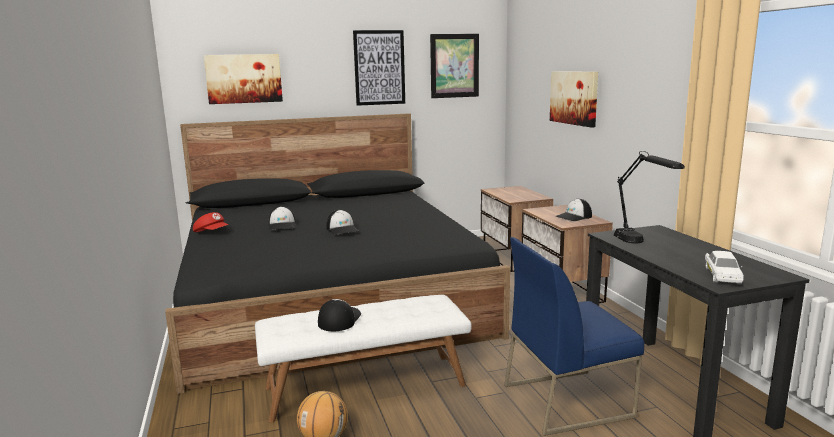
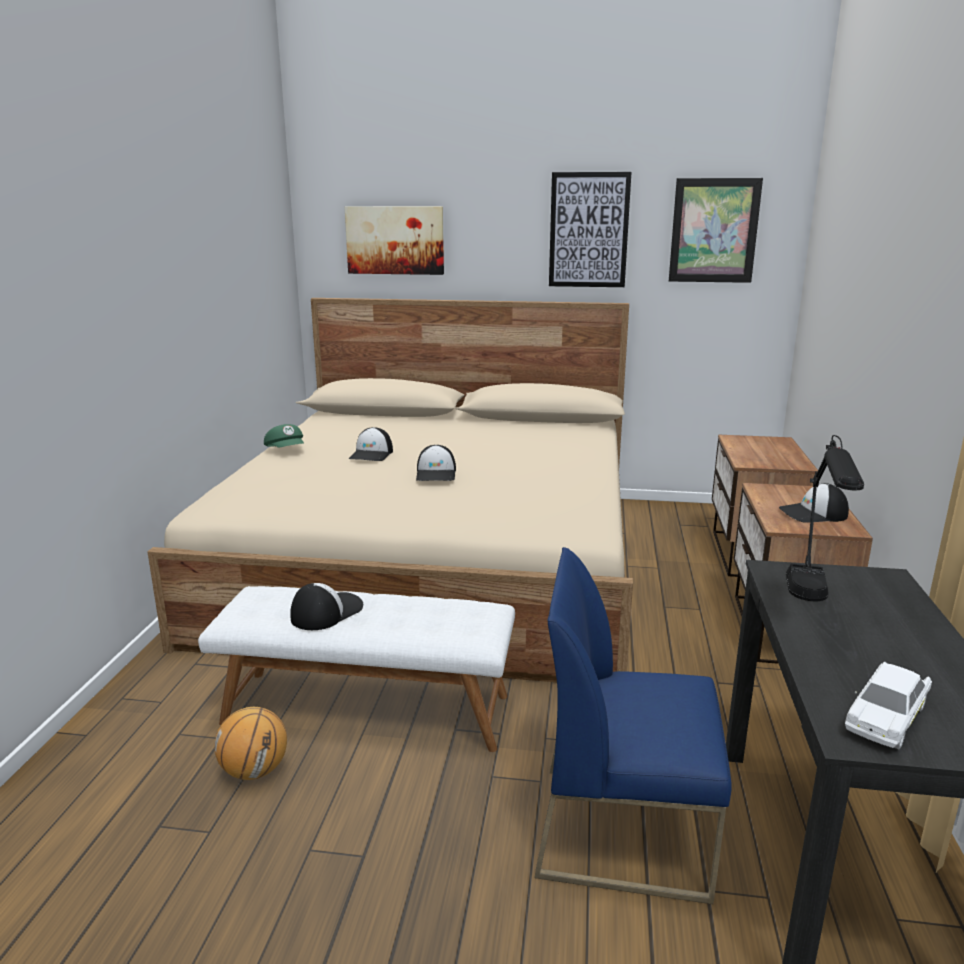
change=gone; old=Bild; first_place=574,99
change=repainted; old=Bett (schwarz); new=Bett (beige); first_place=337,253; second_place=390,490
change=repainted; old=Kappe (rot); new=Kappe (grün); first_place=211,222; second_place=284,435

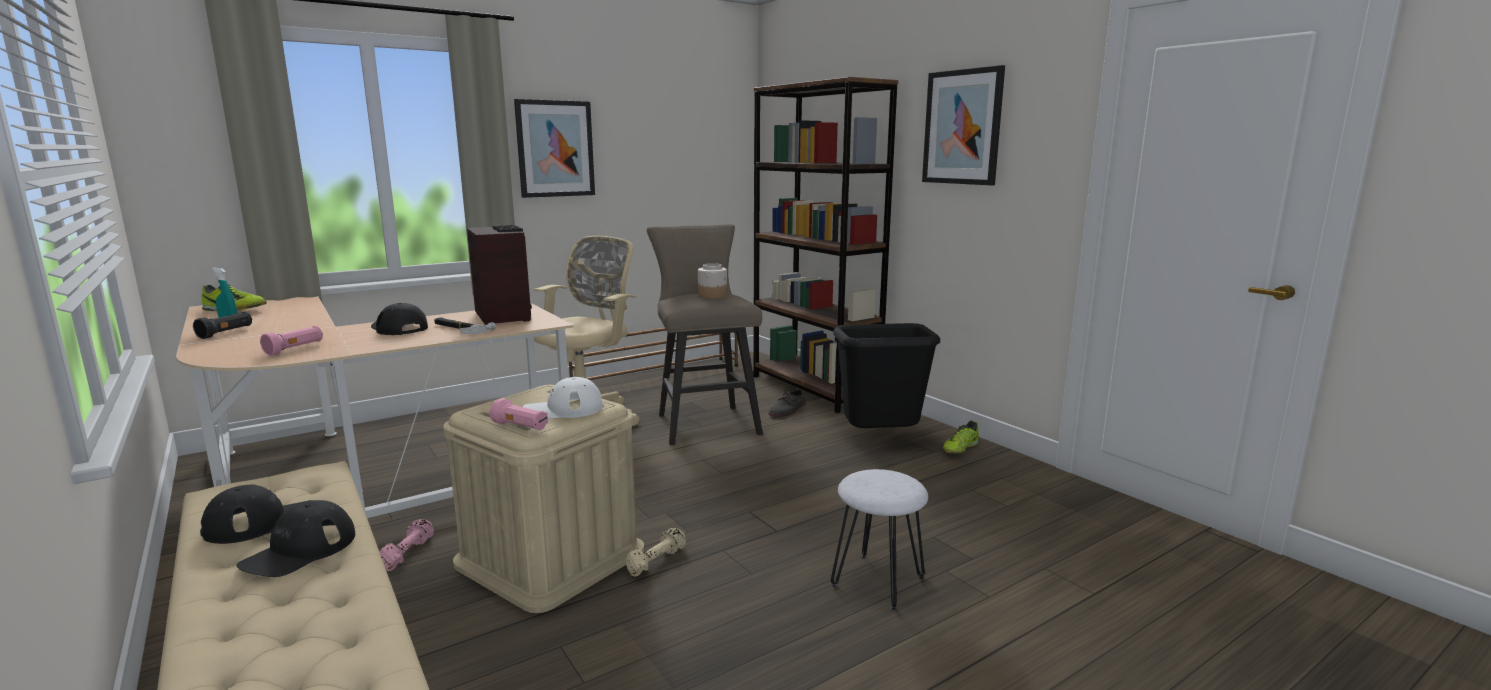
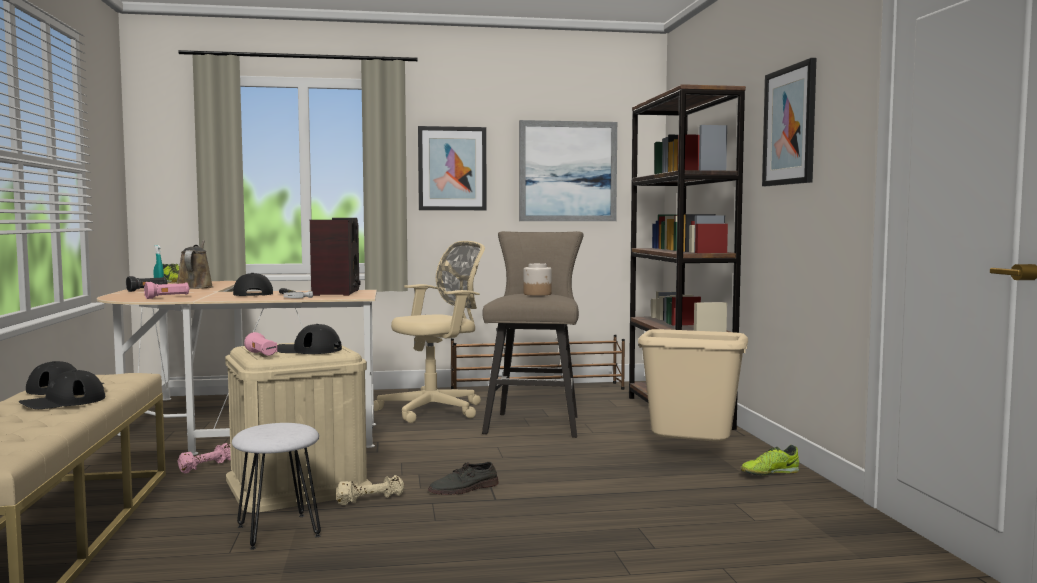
change=new; new=Gießkanne (braun); second_place=194,264
change=new; new=Bild; second_place=568,170
change=shifted; old=Schuh (grau); first_place=787,403; second_place=463,478
change=shifted; old=Hocker (weiß); first_place=879,540; second_place=276,486
change=repainted; old=Kappe (weiß); new=Kappe (schwarz); first_place=563,398; second_place=309,339
change=repainted; old=Mülleimer (schwarz); new=Mülleimer (beige); first_place=887,375; second_place=693,385

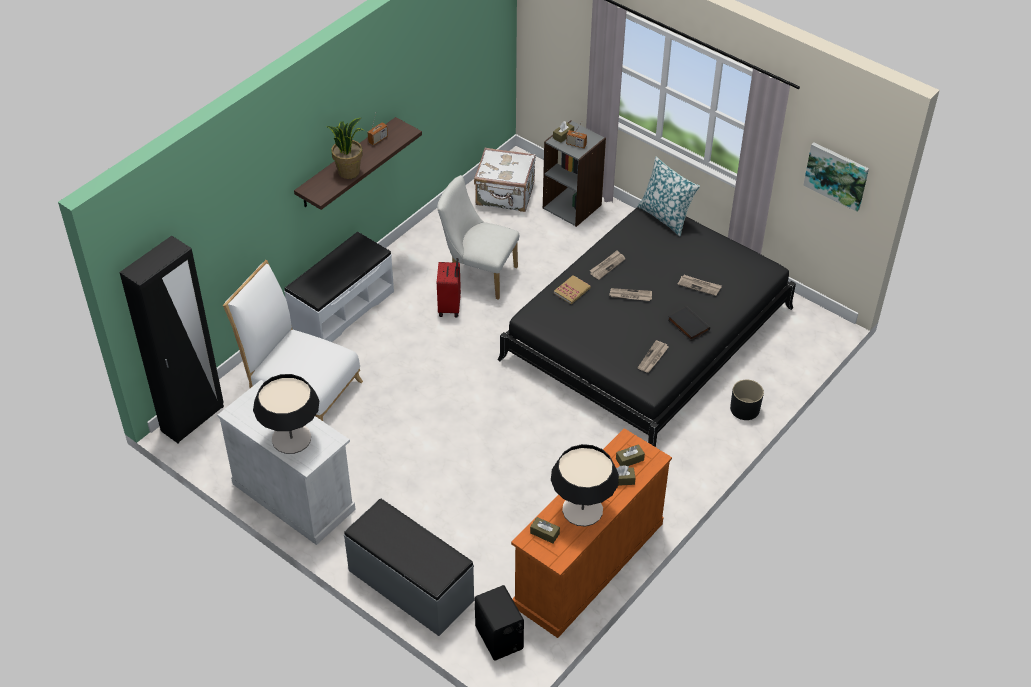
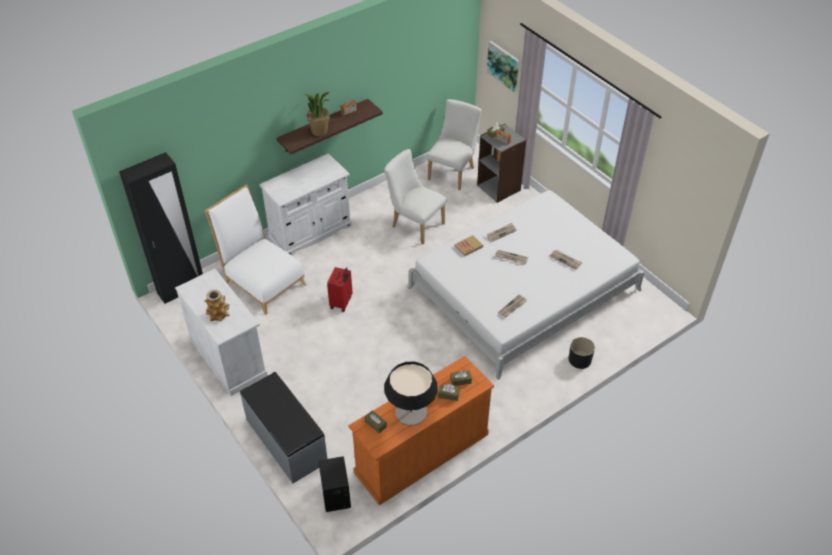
change=gone; old=Kissen; first_place=668,196
change=gone; old=Buch (schwarz); first_place=689,323
change=shifted; old=Koffer (rot); first_place=449,287; second_place=339,289
change=shifted; old=Bild; first_place=836,177; second_place=503,66
change=swapped; old=Tischlampe; new=Vase; first_place=286,414; second_place=217,305
change=swapped; old=Bank (weiß); new=Schrank (weiß); first_place=339,287; second_place=305,204
change=swapped; old=Koffer (weiß); new=Stuhl (weiß); first_place=505,180; second_place=454,144
change=repainted; old=Bett (schwarz); new=Bett (weiß); first_place=647,327; second_place=526,285

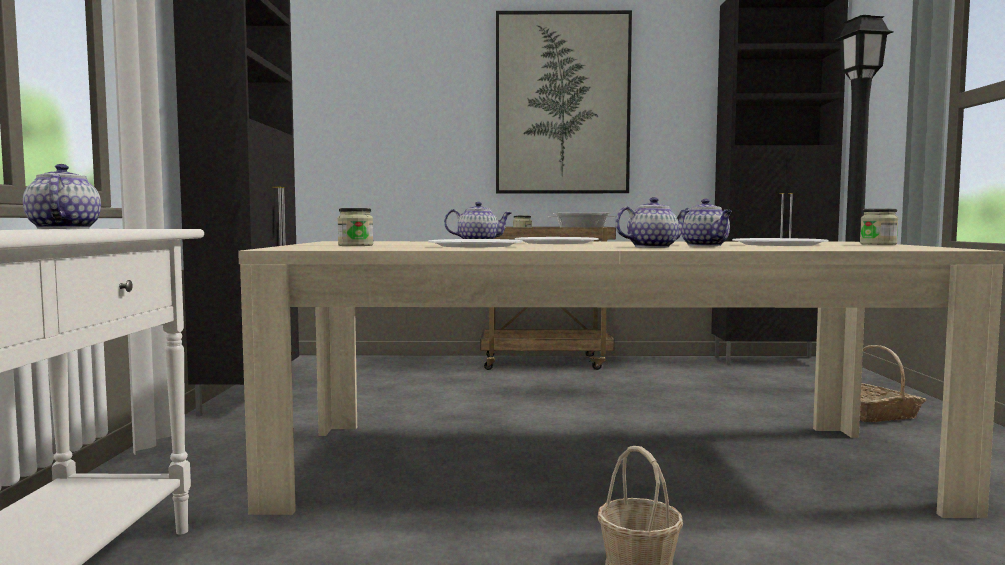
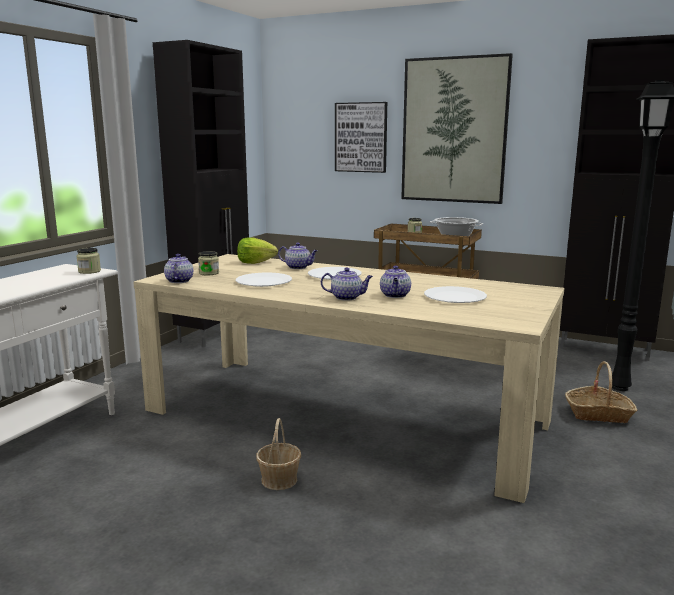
change=new; new=Salatkopf; second_place=257,250
change=new; new=Bild; second_place=361,137
change=shifted; old=Teekanne; first_place=62,196; second_place=178,268
change=shifted; old=Vorratsglas; first_place=879,227; second_place=89,261

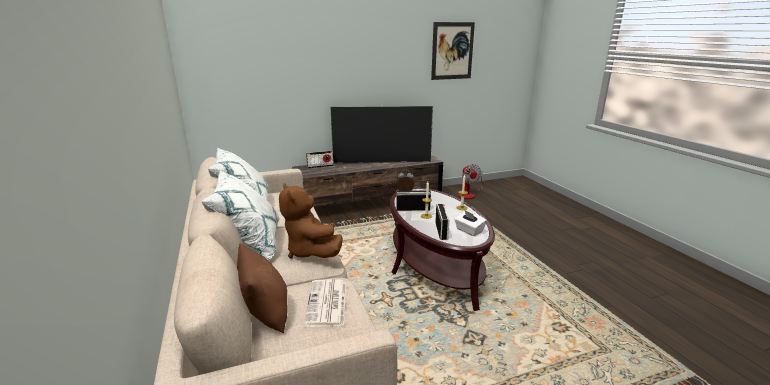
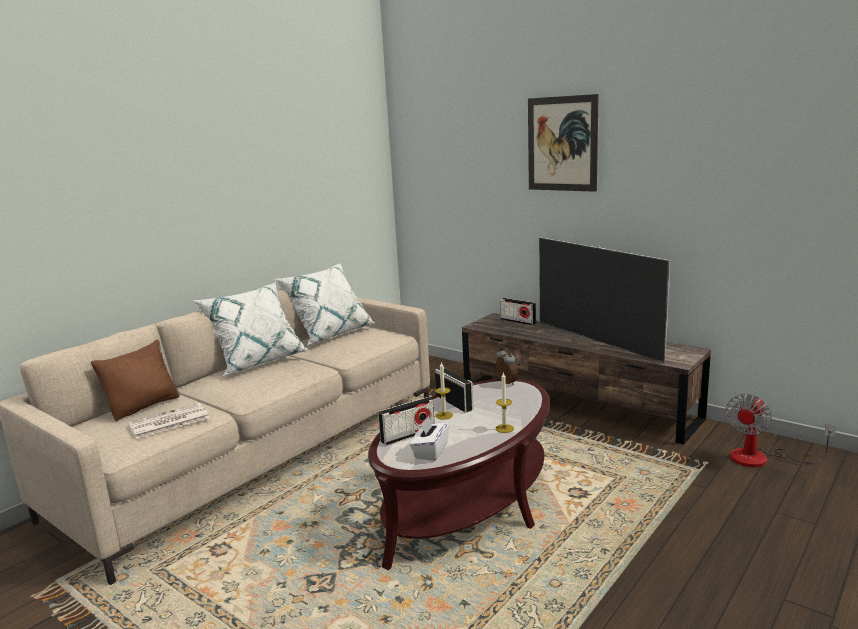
change=gone; old=Plüschtier (braun); first_place=311,221
change=shifted; old=Bild; first_place=453,51; second_place=563,143

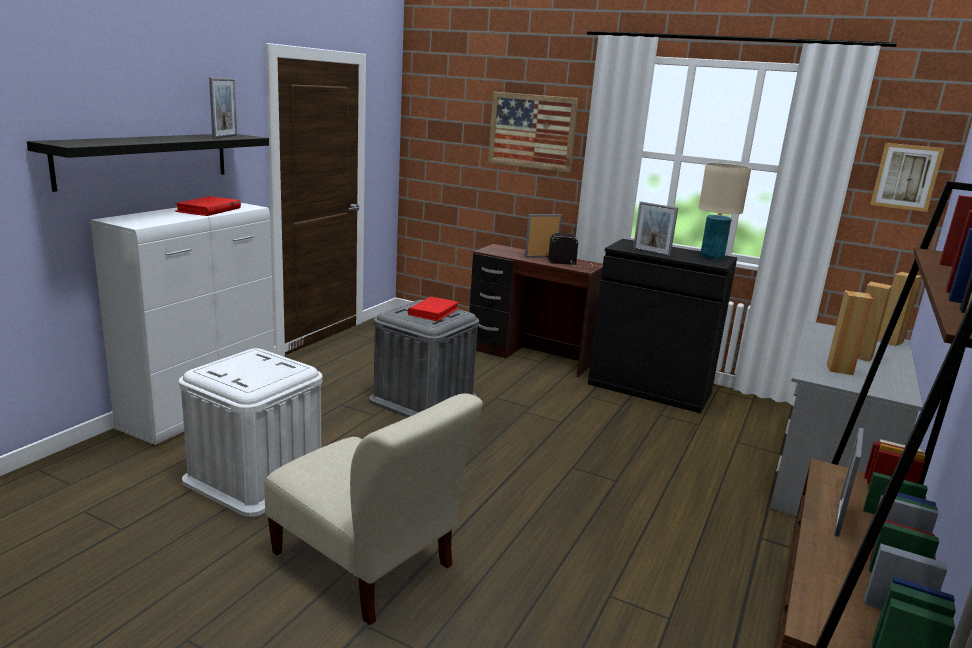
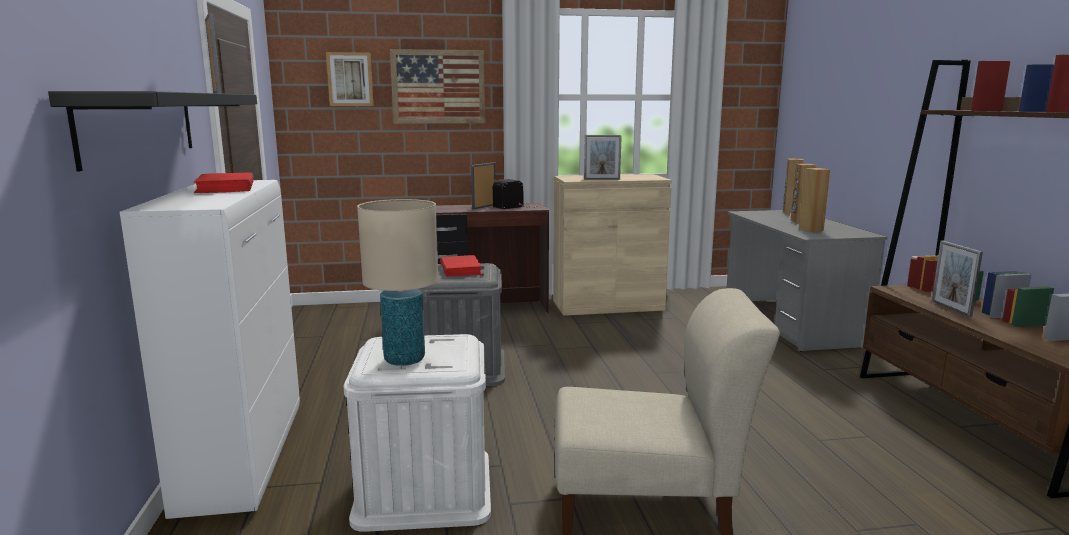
change=shifted; old=Tischlampe (beige); first_place=725,211; second_place=397,282
change=shifted; old=Bild; first_place=907,177; second_place=349,79
change=repainted; old=Schrank (schwarz); new=Schrank (beige); first_place=662,326; second_place=612,245

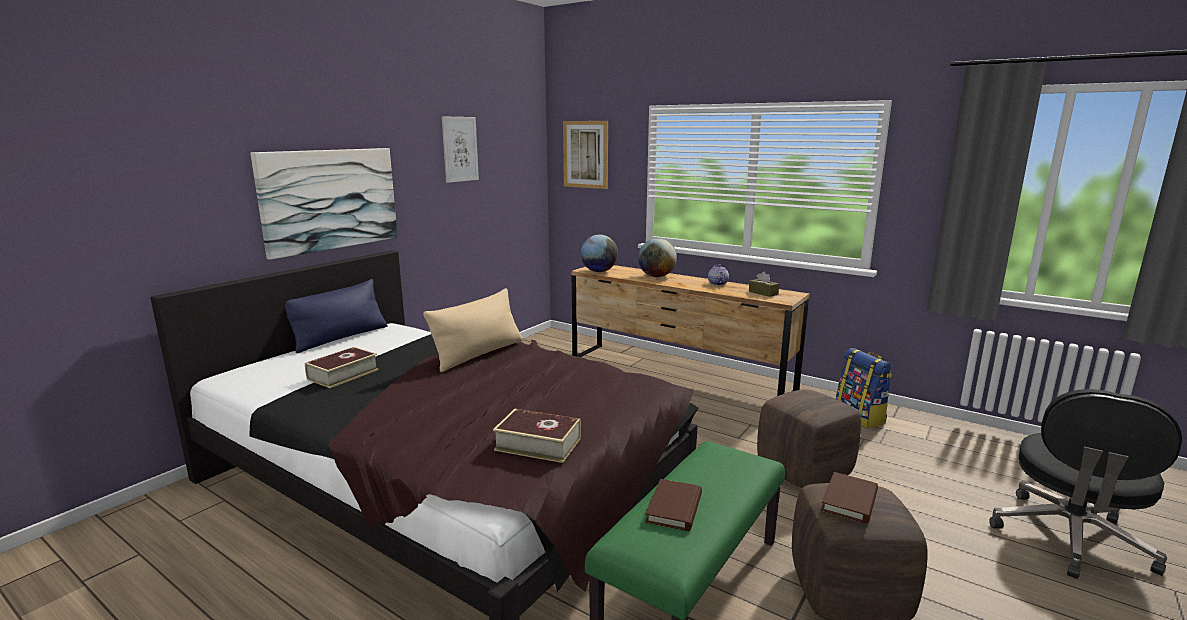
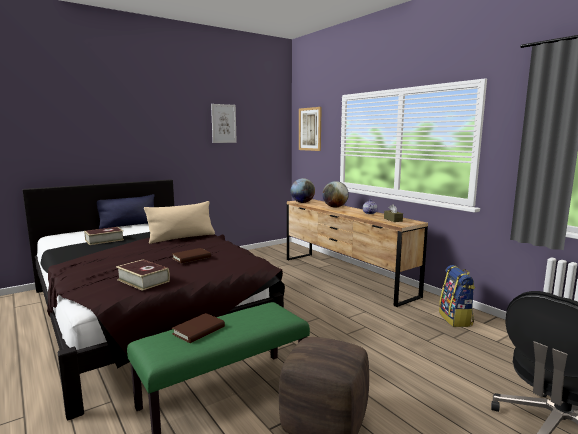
change=gone; old=Bild; first_place=324,204
change=gone; old=Polsterhocker (braun); first_place=809,439
change=shifted; old=Buch (braun); first_place=849,498; second_place=191,255

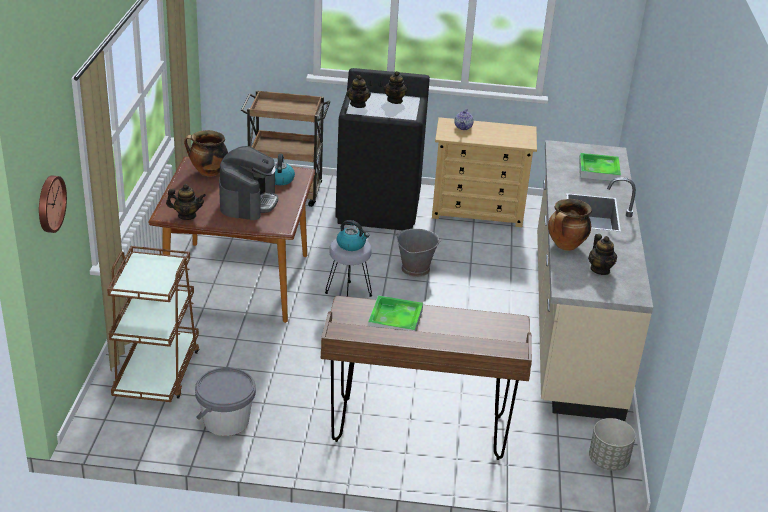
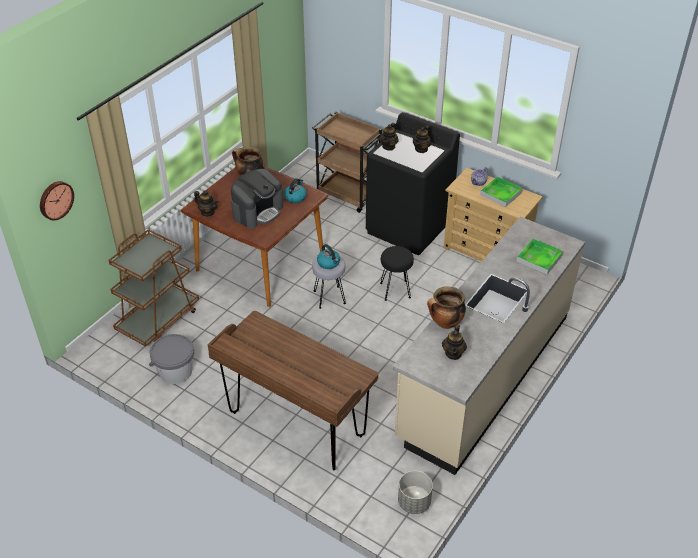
change=shifted; old=Tablett; first_place=395,313; second_place=501,191
change=swapped; old=Eimer (grau); new=Hocker (schwarz); first_place=418,253; second_place=397,273

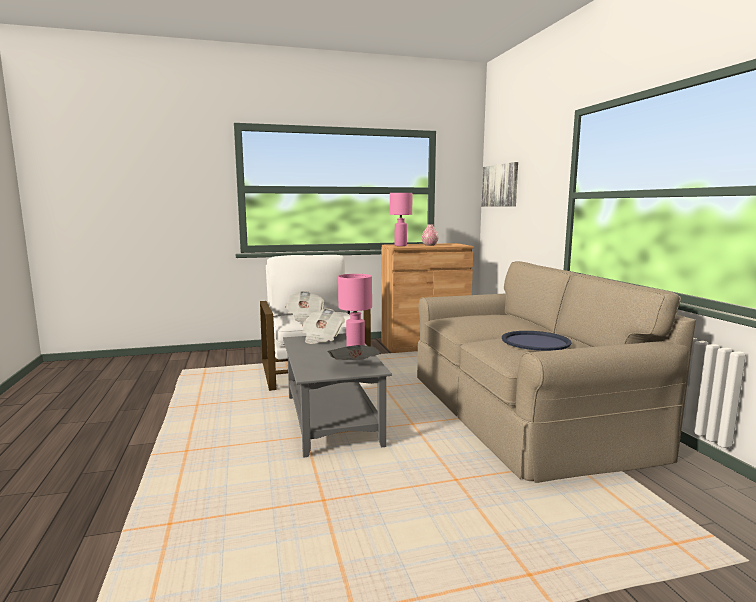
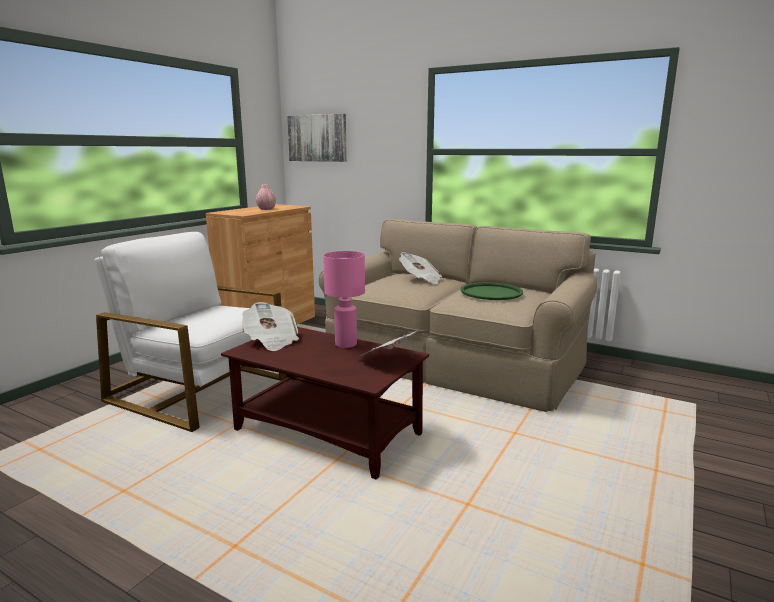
change=gone; old=Tischlampe (rosa); first_place=401,219
change=shifted; old=Zeitung; first_place=304,306; second_place=420,268
change=repainted; old=Couchtisch (grau); new=Couchtisch (braun); first_place=337,395; second_place=325,403
change=repainted; old=Tablett (blau); new=Tablett (grün); first_place=537,341; second_place=492,291

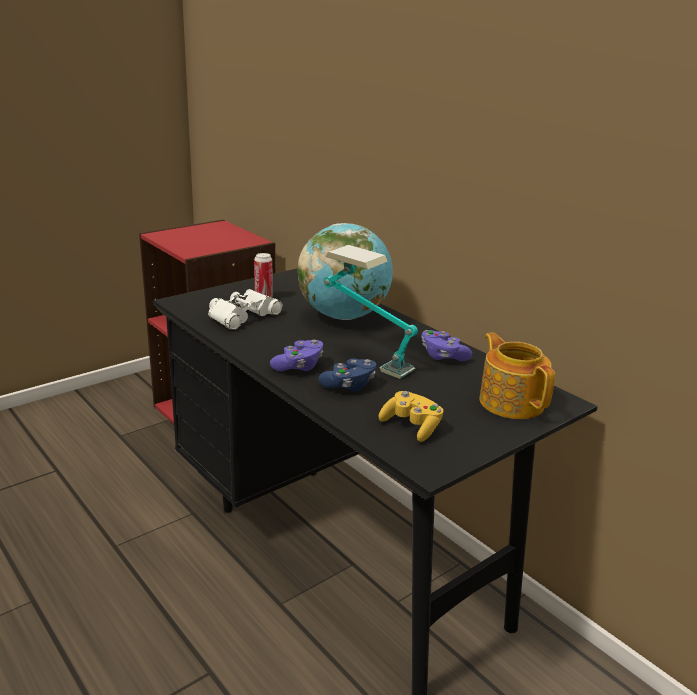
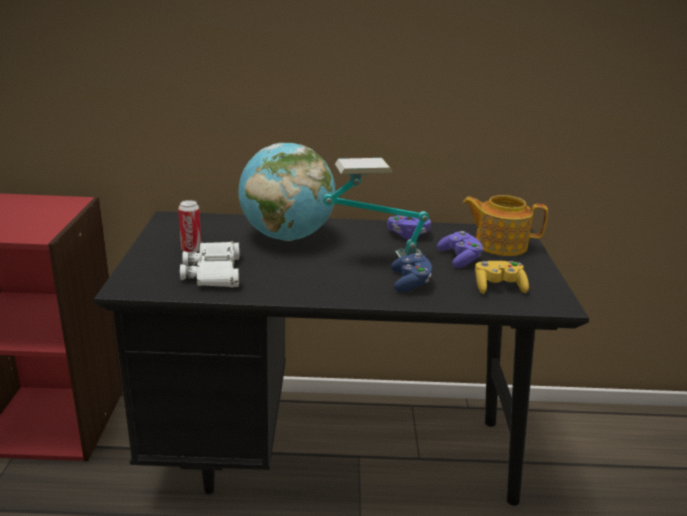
change=shifted; old=Gamepad (lila); first_place=296,355; second_place=460,249

